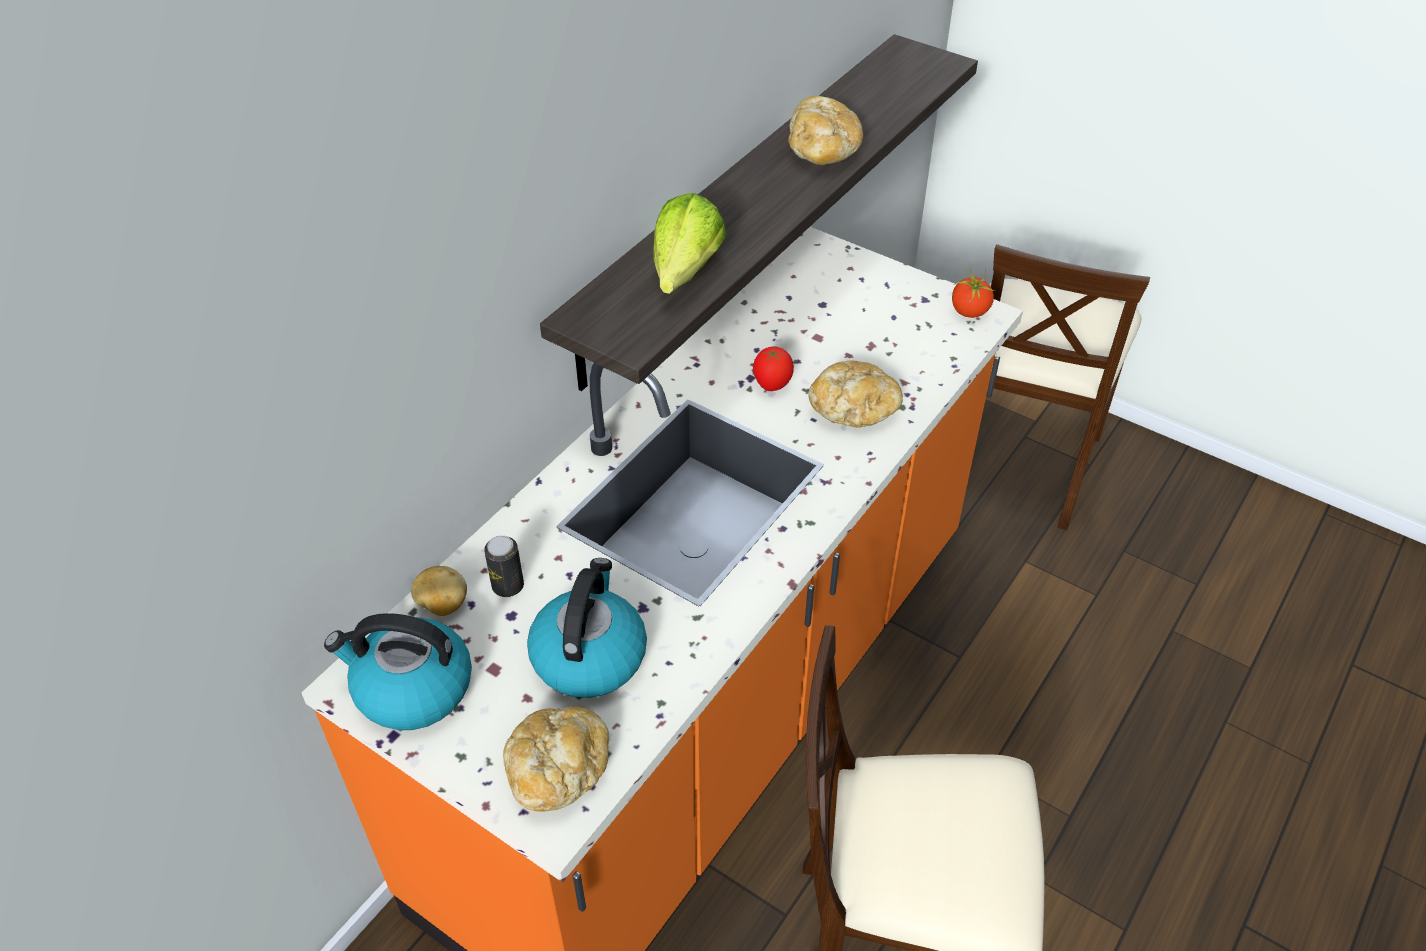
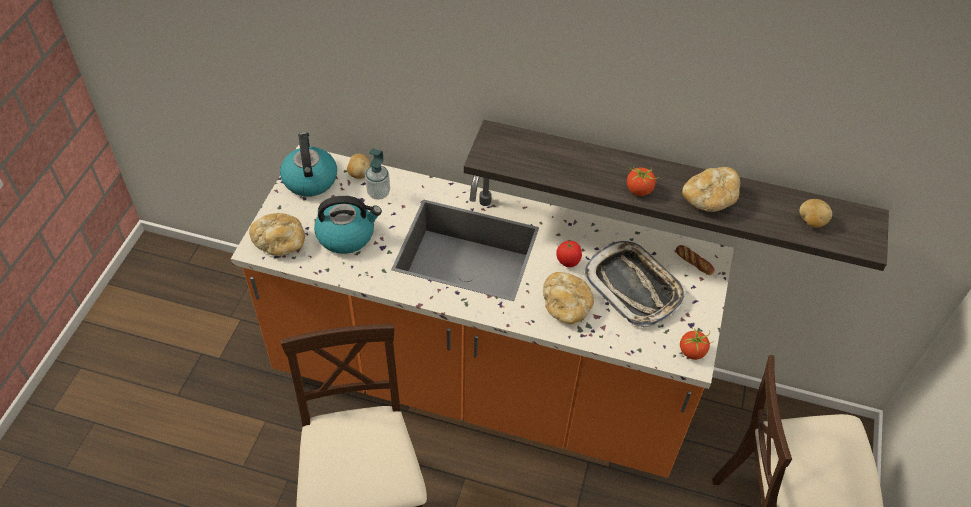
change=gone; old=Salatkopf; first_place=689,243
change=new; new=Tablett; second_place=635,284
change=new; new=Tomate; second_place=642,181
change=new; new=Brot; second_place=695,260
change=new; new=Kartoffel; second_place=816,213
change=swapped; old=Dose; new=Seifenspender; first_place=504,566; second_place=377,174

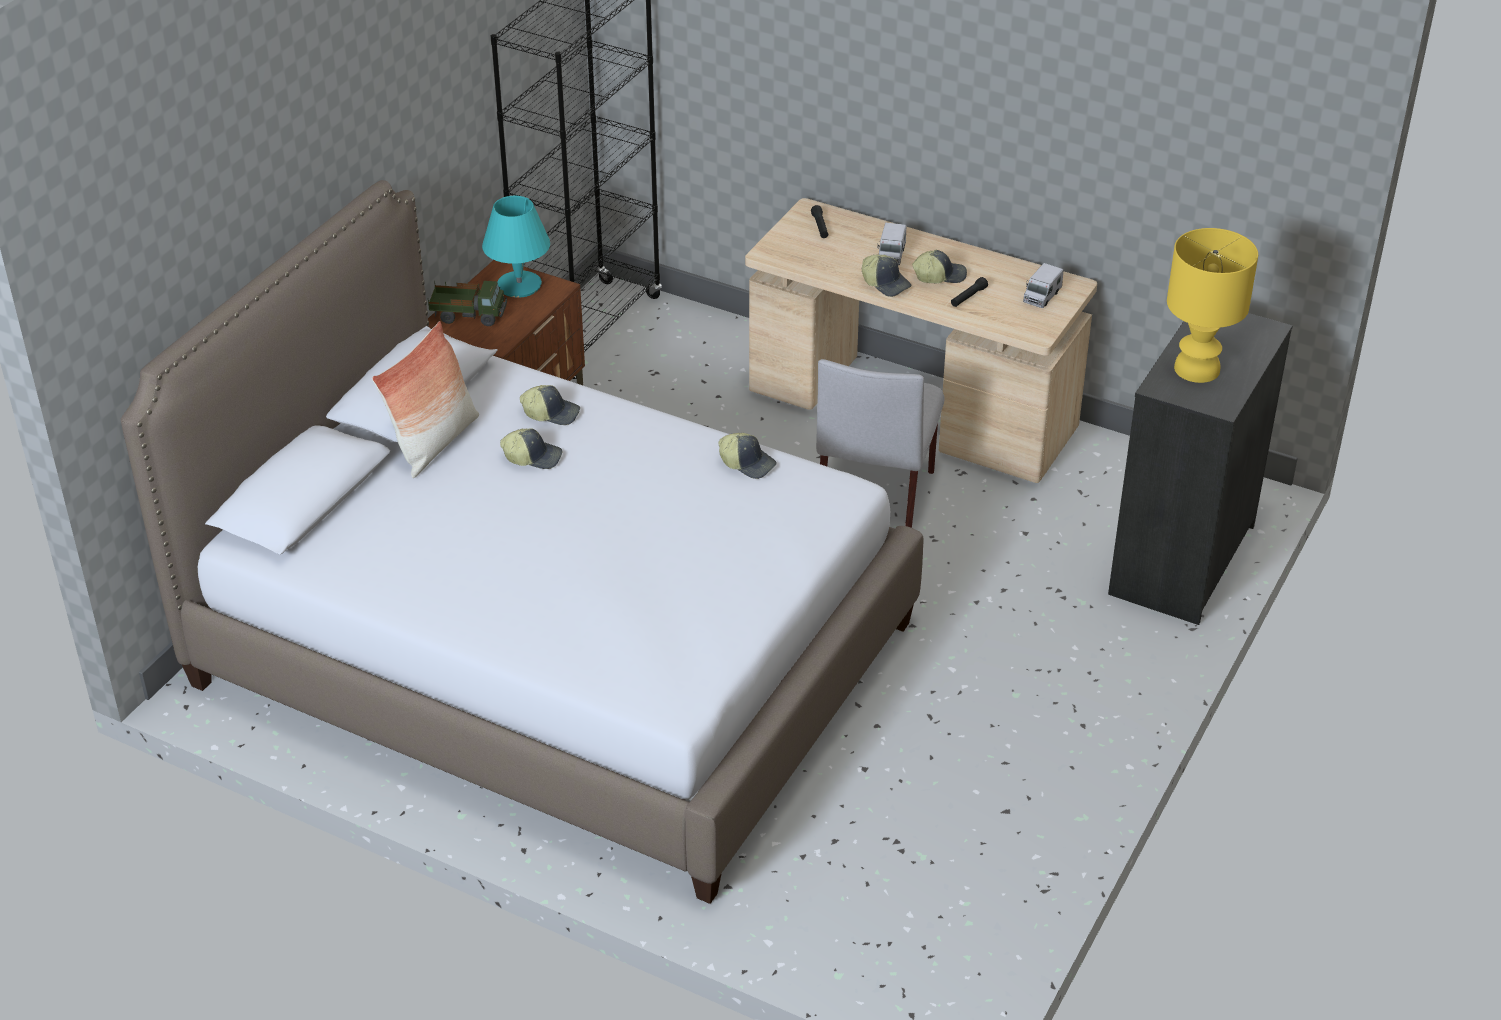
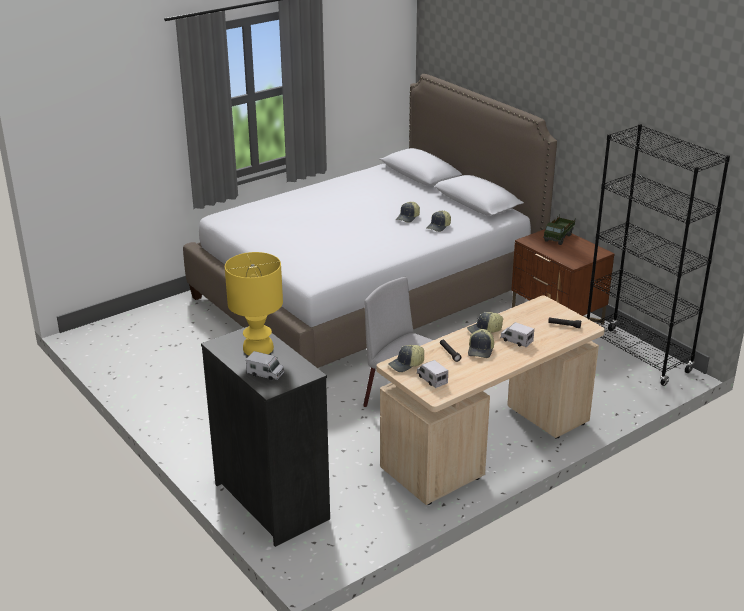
change=gone; old=Kissen; first_place=425,399
change=gone; old=Tischlampe (türkis); first_place=516,247
change=new; new=Spielzeuglaster; second_place=265,366
change=shifted; old=Kappe; first_place=748,456; second_place=406,358

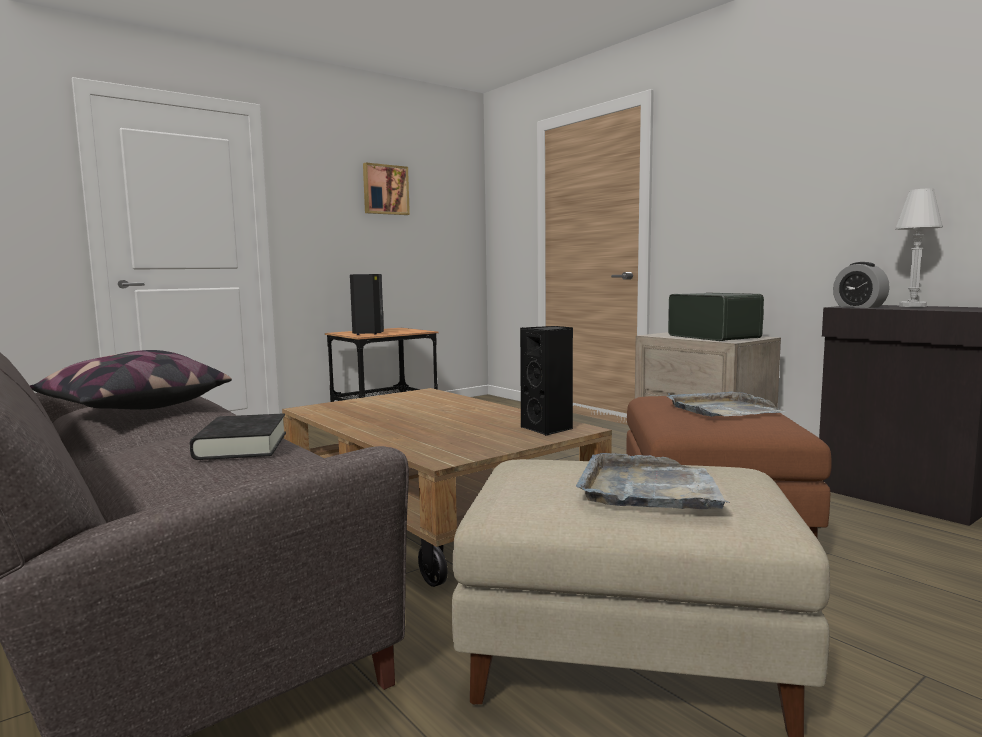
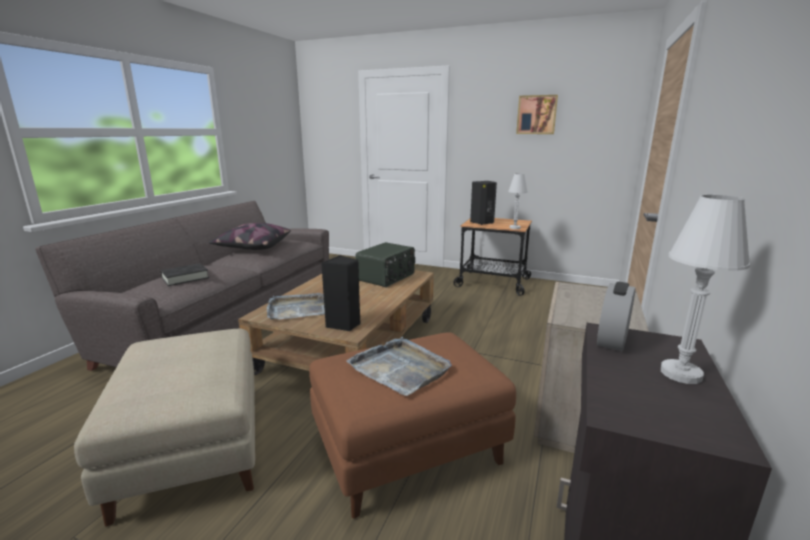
change=new; new=Tischlampe (weiß); second_place=518,201
change=shifted; old=Tablett (grau); first_place=653,481; second_place=296,306
change=shifted; old=Radio; first_place=716,317; second_place=385,264

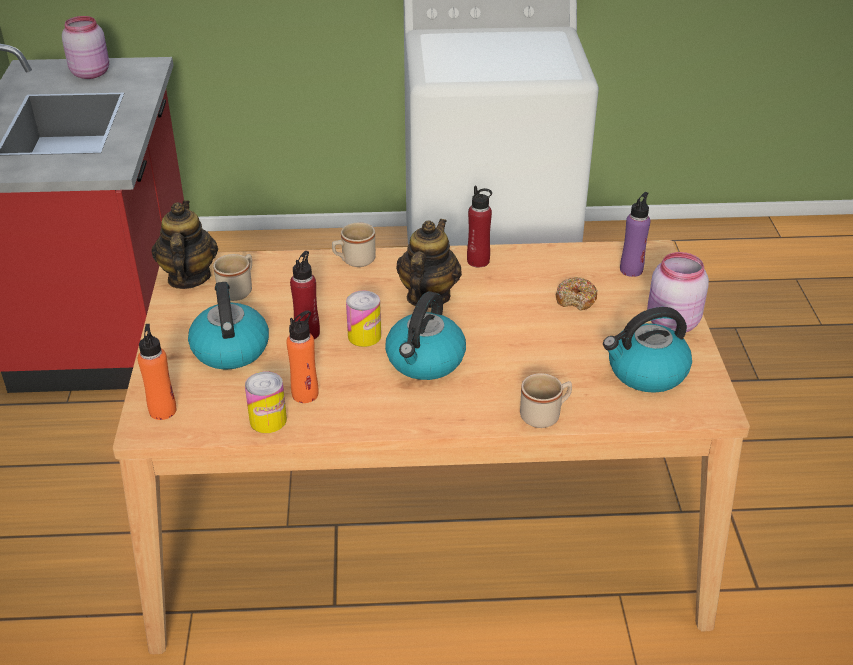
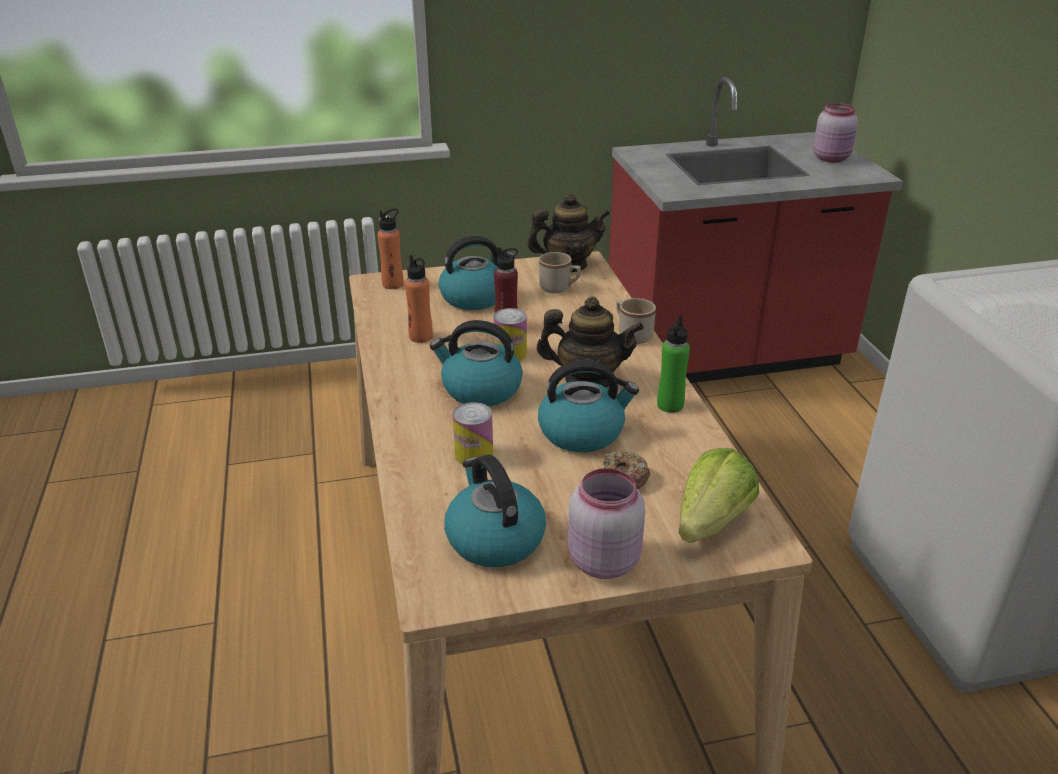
change=gone; old=Henkelbecher (beige); first_place=546,400
change=new; new=Wasserkessel; second_place=588,406
change=shifted; old=Dose; first_place=266,402; second_place=473,433
change=swapped; old=Flasche (lila); new=Salatkopf; first_place=635,234; second_place=719,495
change=repainted; old=Flasche (rot); new=Flasche (grün); first_place=479,226; second_place=673,364

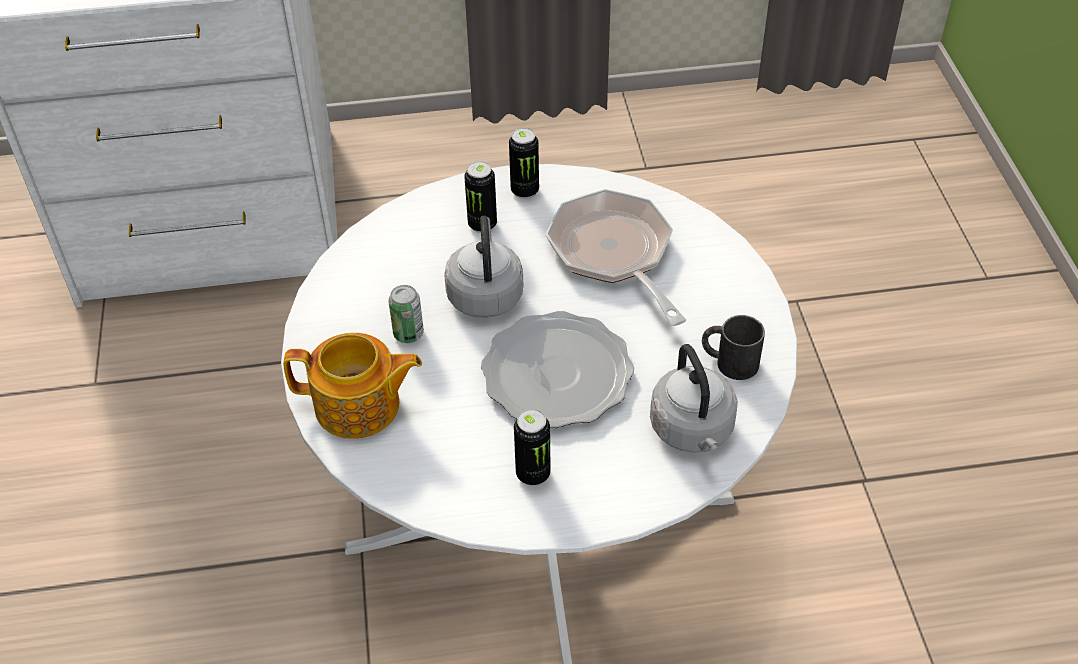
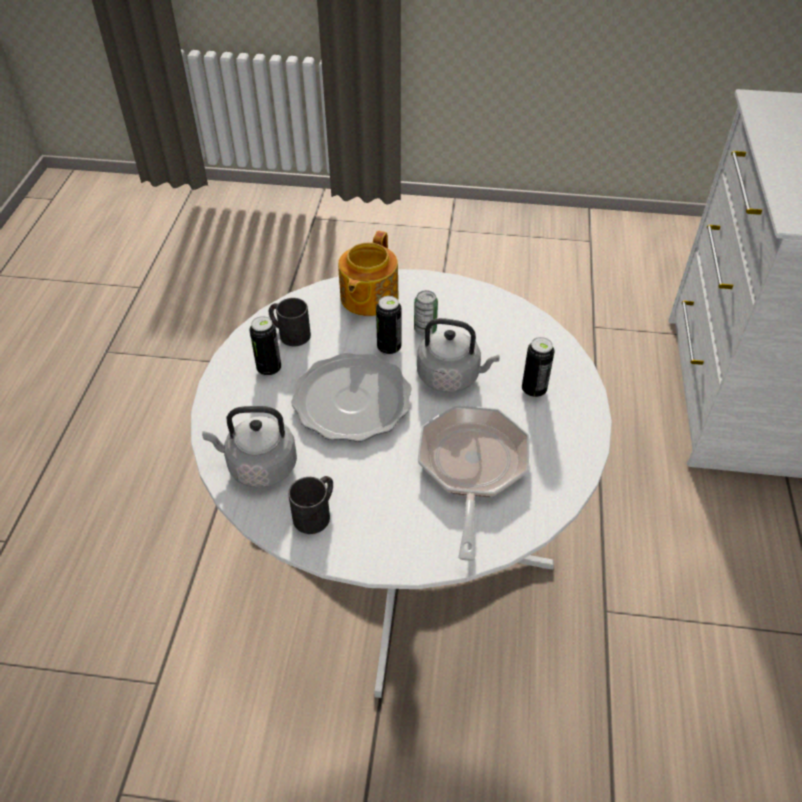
change=new; new=Henkelbecher (schwarz); second_place=290,322
change=shifted; old=Dose; first_place=524,163; second_place=388,325
change=rotated; old=Pfanne; first_place=616,257; second_place=473,483; degrees=-75

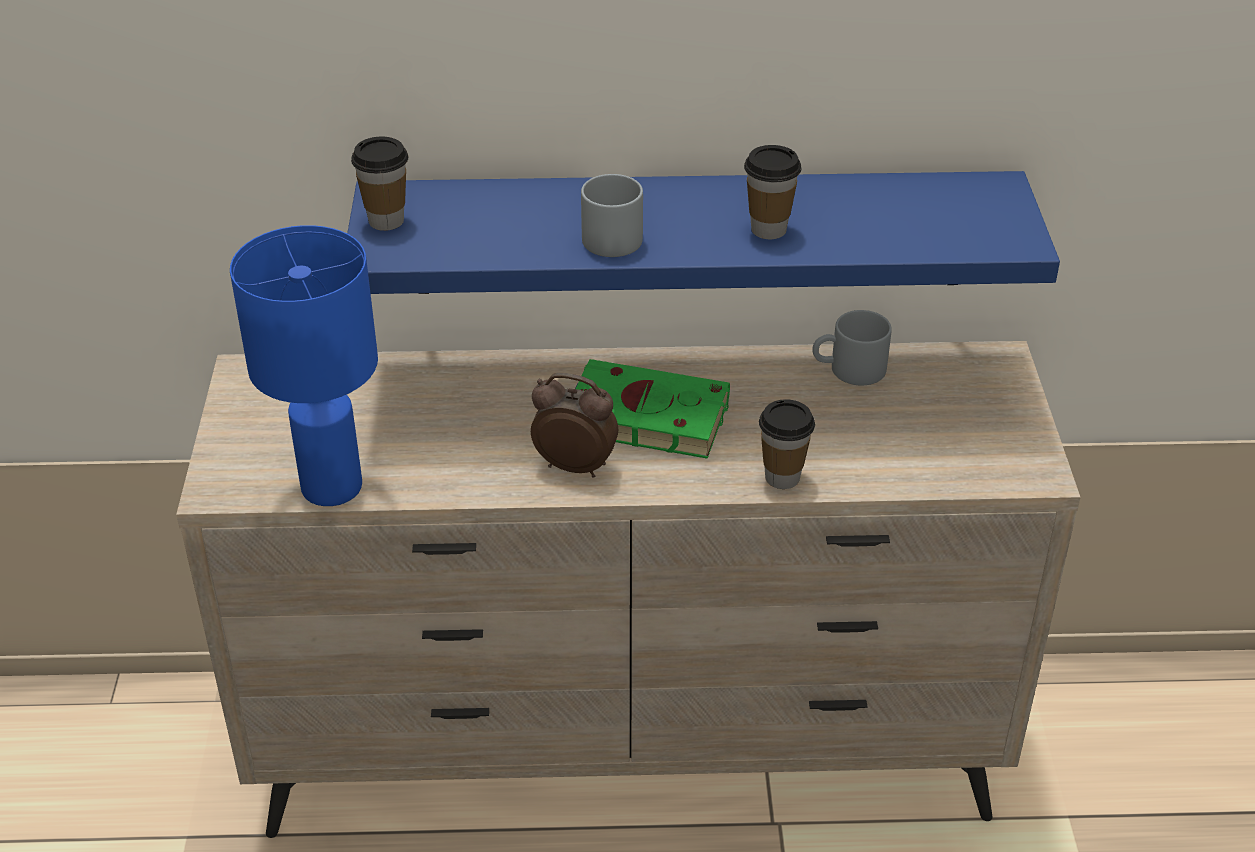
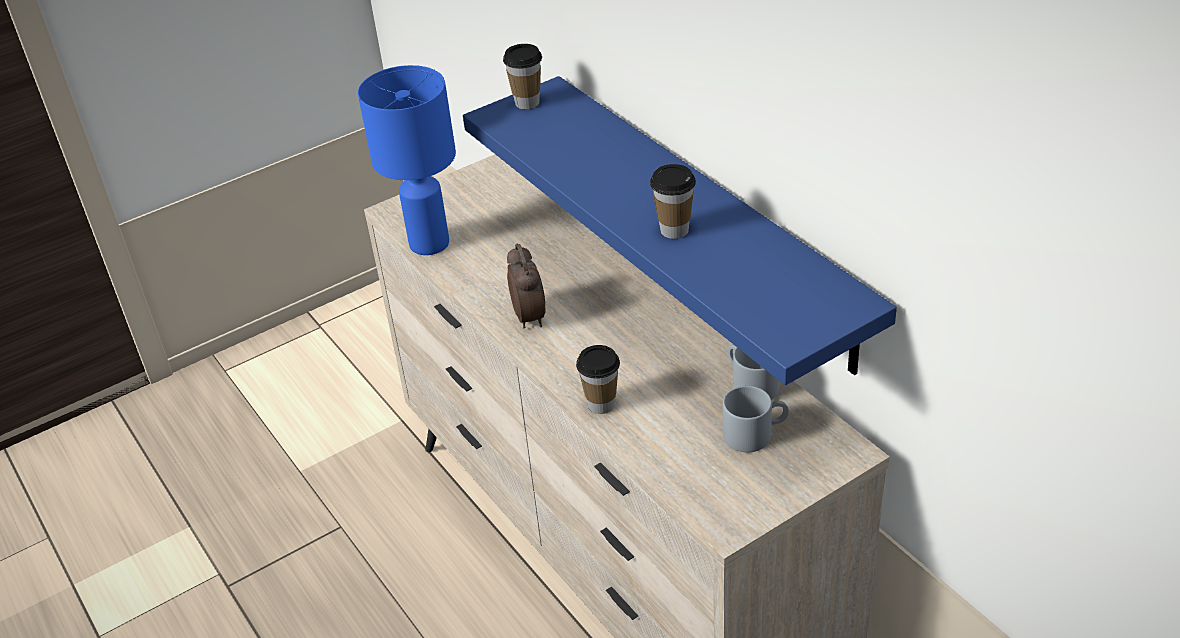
change=gone; old=Buch (grün); first_place=652,409
change=shifted; old=Henkelbecher (grau); first_place=612,215; second_place=756,419

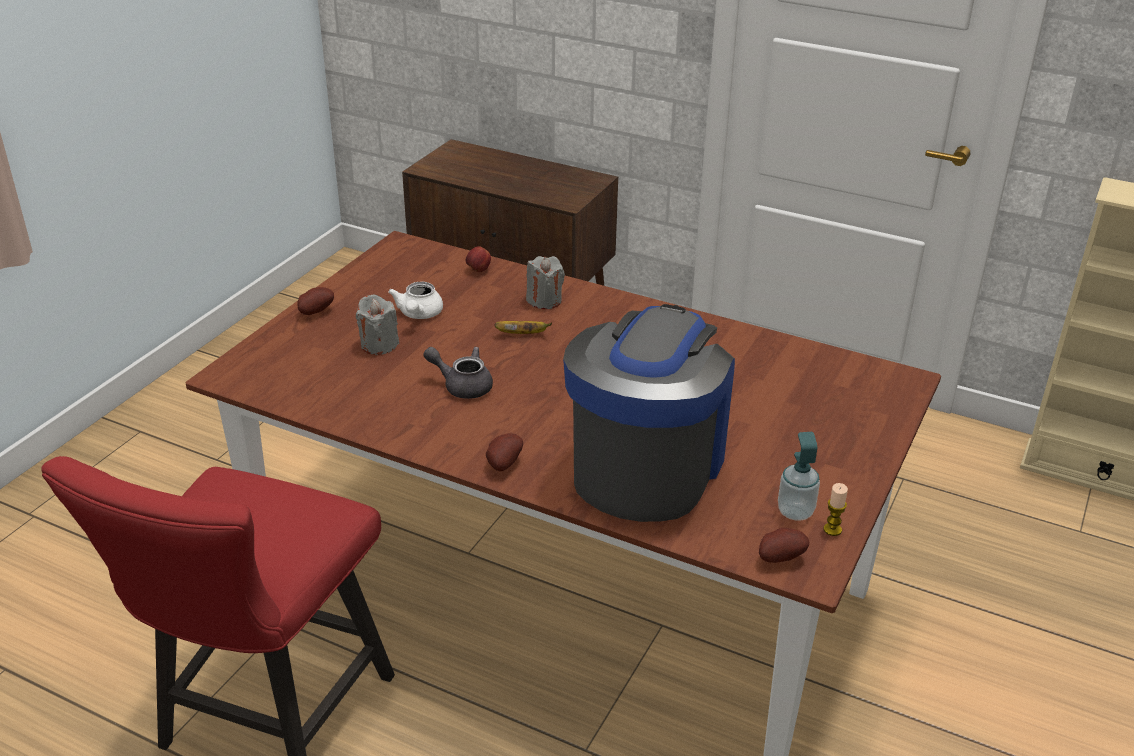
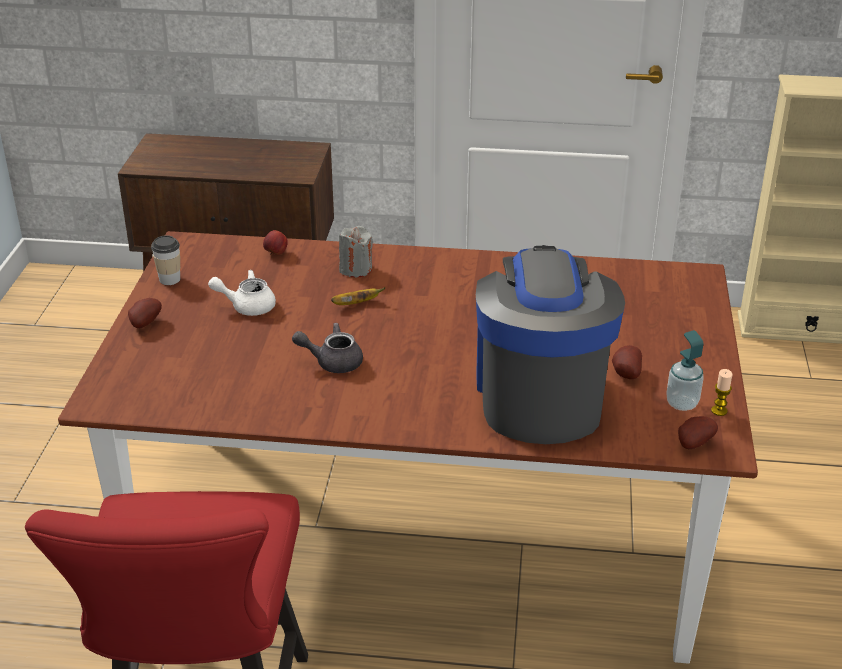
change=gone; old=Kerze (grau); first_place=377,324
change=new; new=Tasse; second_place=165,260
change=shifted; old=Kartoffel; first_place=504,452; second_place=627,362
change=rotated; old=Teekanne (weiß); first_place=415,300; second_place=242,293; degrees=105

